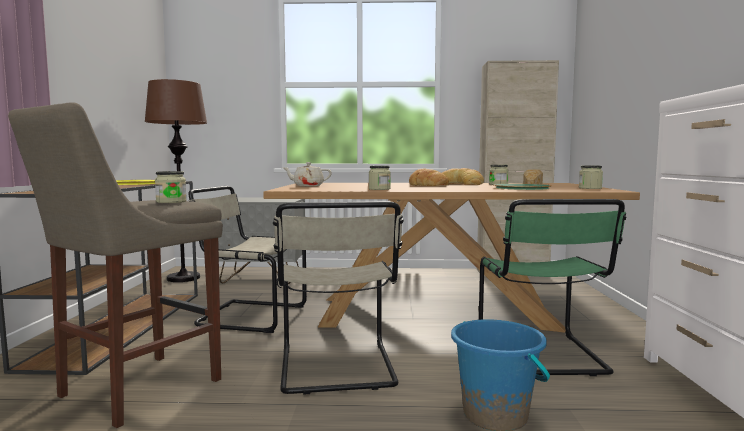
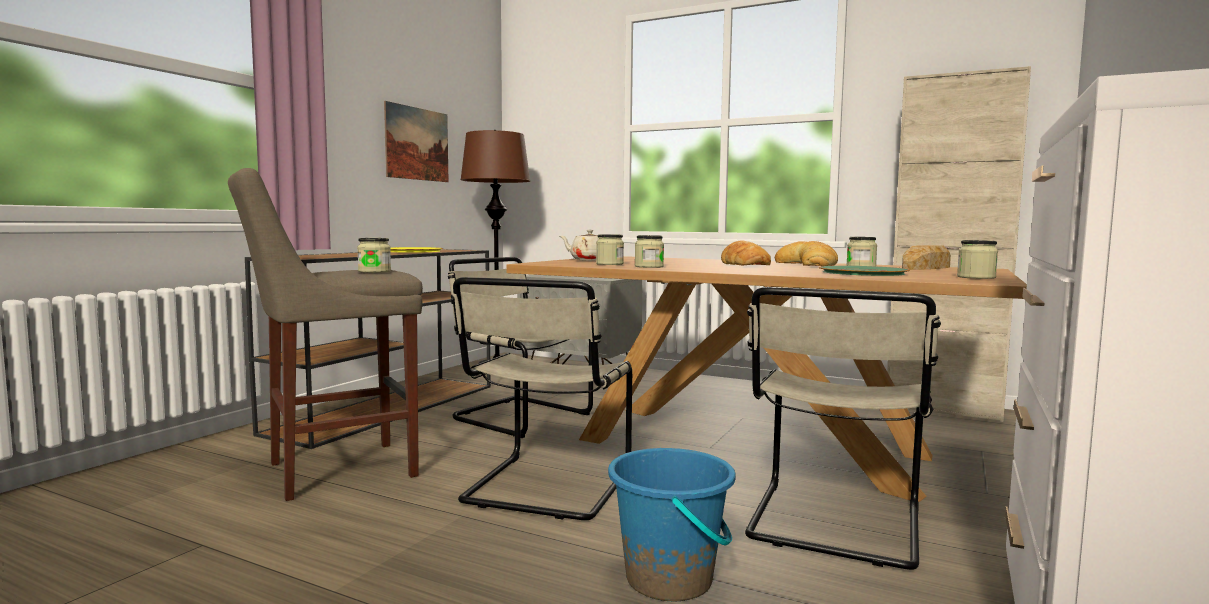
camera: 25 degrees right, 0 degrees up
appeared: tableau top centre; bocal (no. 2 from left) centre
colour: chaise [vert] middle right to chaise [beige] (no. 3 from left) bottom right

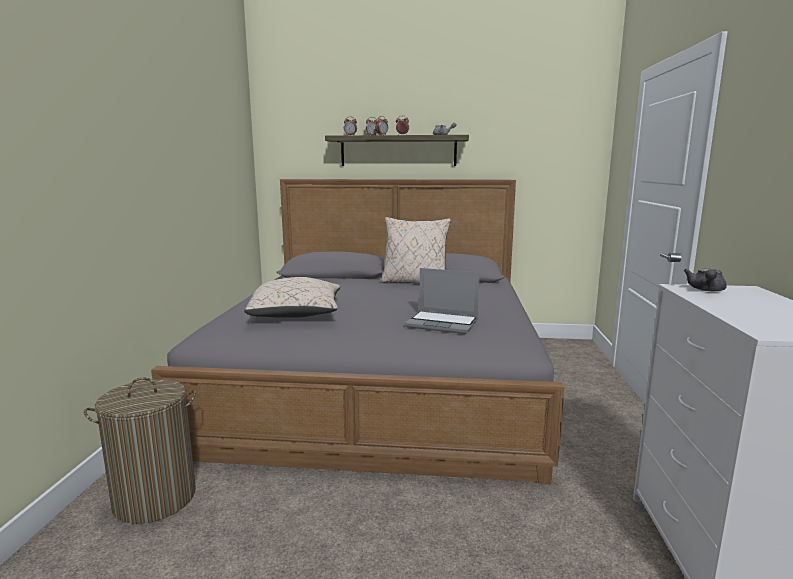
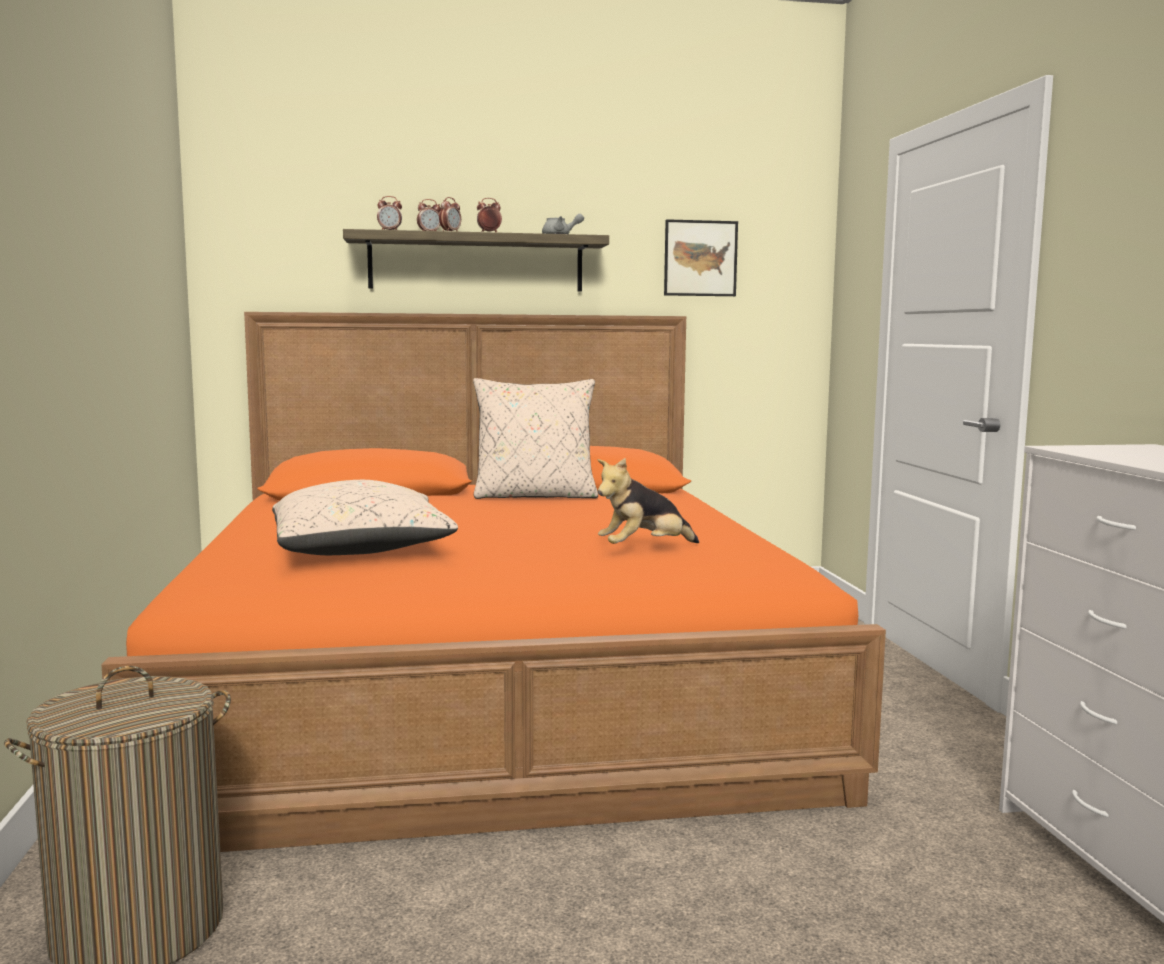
camera: 15 degrees left, 5 degrees down
missing: théière [gris] (no. 2 from left) middle right
appeared: tableau top centre
exchanged: ordinateur portable centre to peluche centre
colour: lit [gris] centre to lit [orange] centre

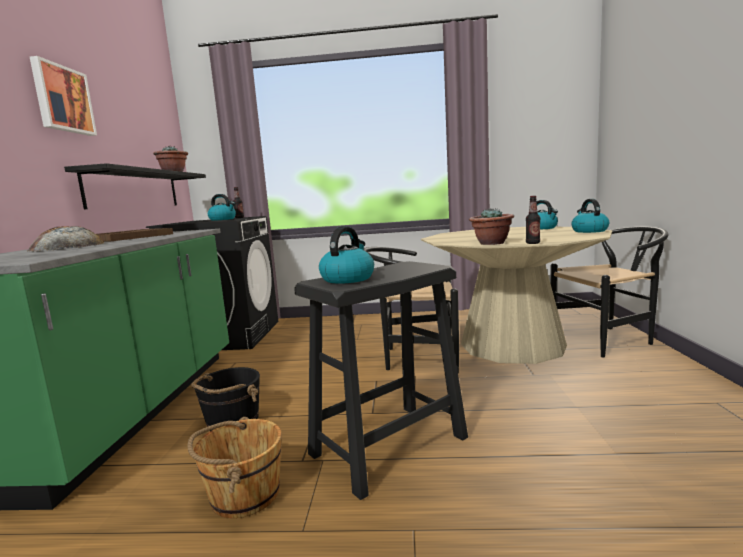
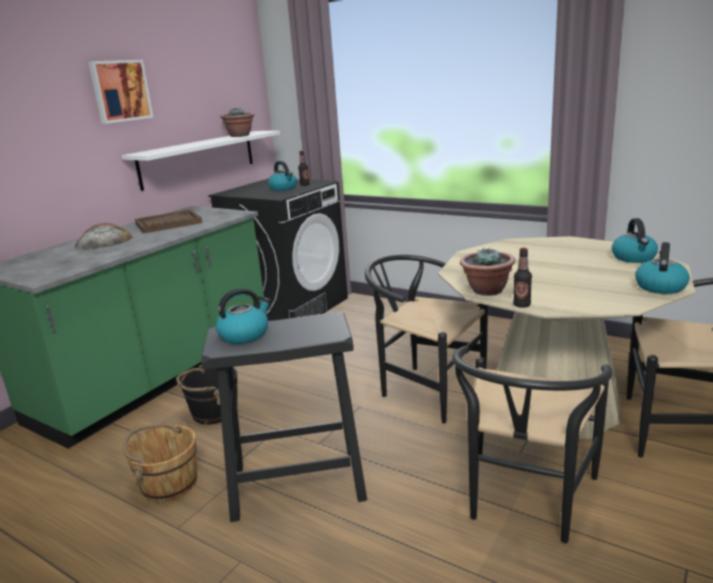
camera: 30 degrees right, 10 degrees up
appeared: chaise [noir] (no. 2 from left) bottom right
colour: étagère [noir] middle left to étagère [blanc] top left

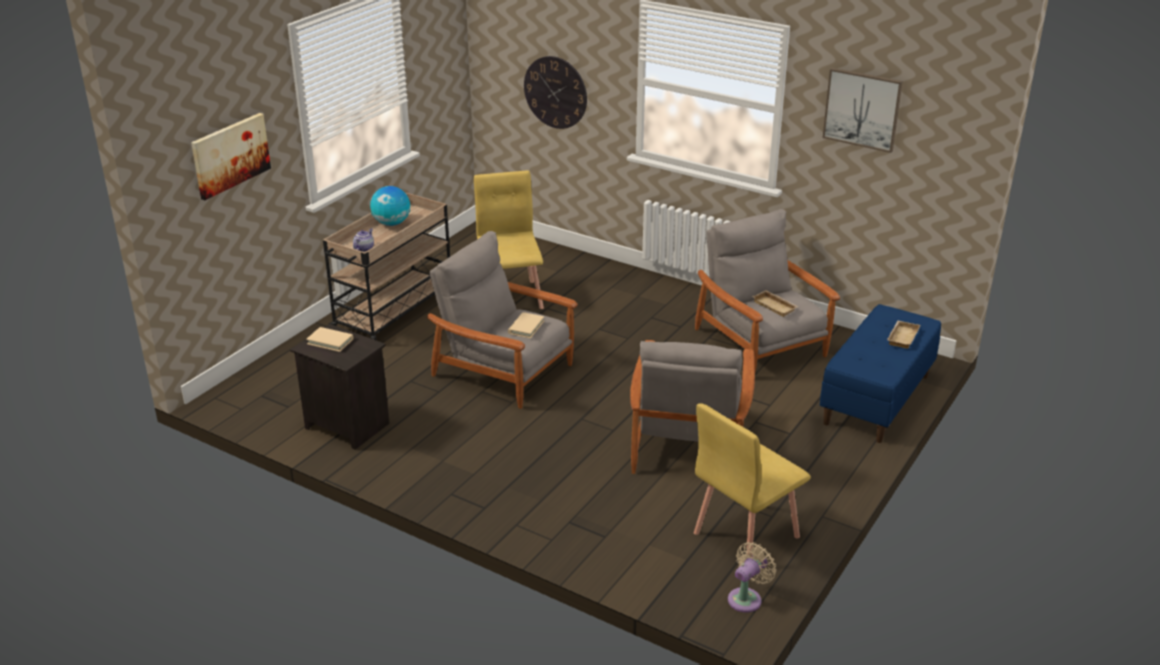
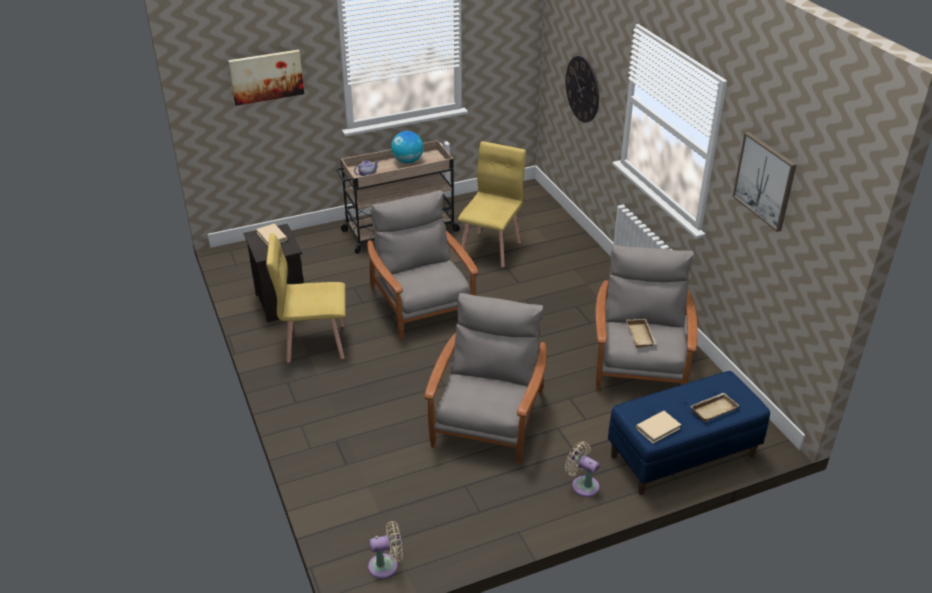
camera: 35 degrees right, 5 degrees up
appeared: ventilateur [beige] (no. 2 from left) bottom centre
relocated: livre [beige] (no. 2 from left) centre to bottom right; chaise [jaune] (no. 2 from left in the first image) bottom centre to chaise [jaune] (no. 1 from left) middle left
spun: fauteuil [gris] (no. 2 from left) centre = centre 150 degrees clockwise

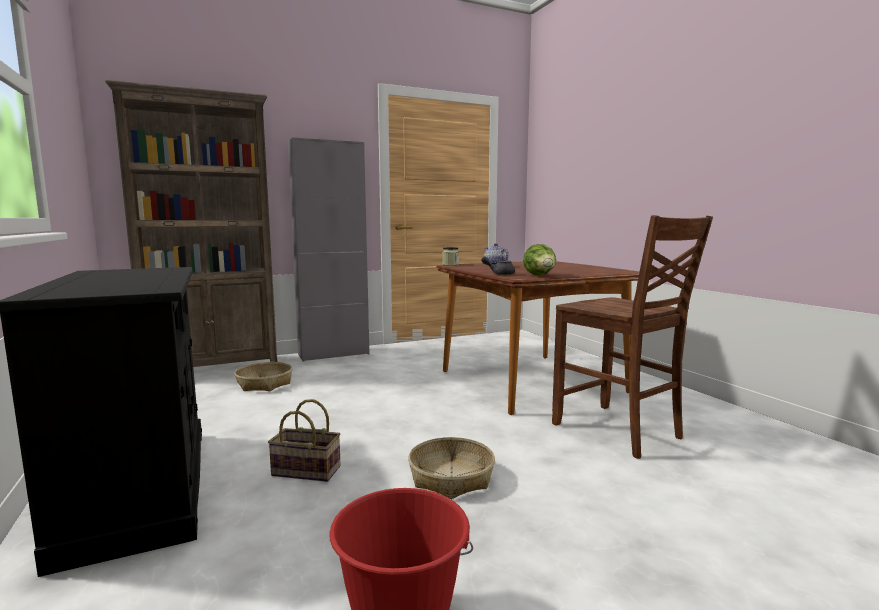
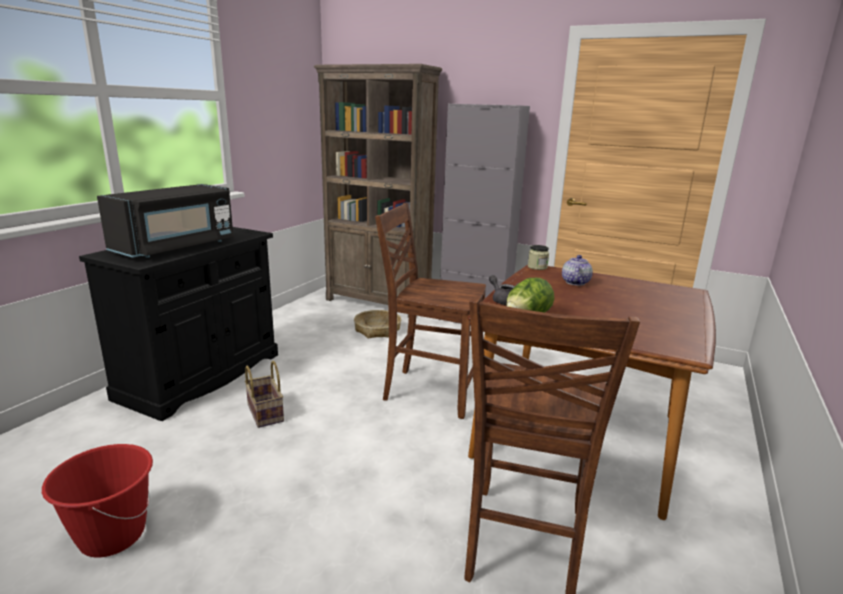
camera: 50 degrees right, 10 degrees up
missing: panier (no. 3 from left) bottom centre
appeared: micro-ondes [noir] middle left; chaise [marron] (no. 1 from left) centre

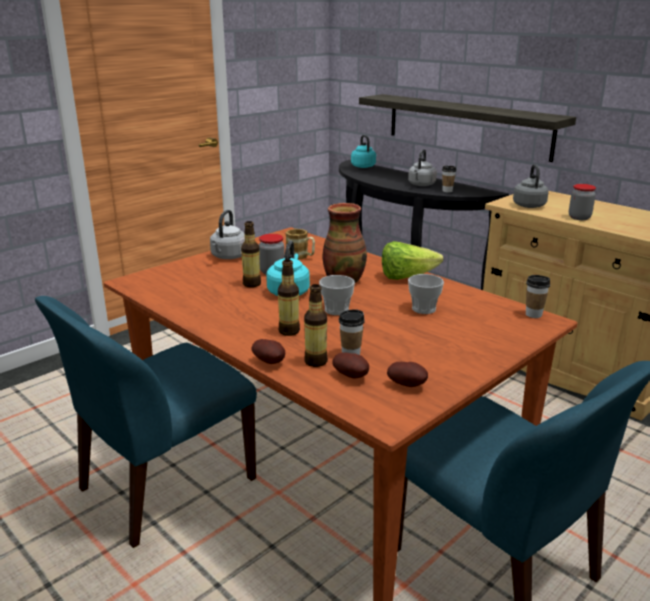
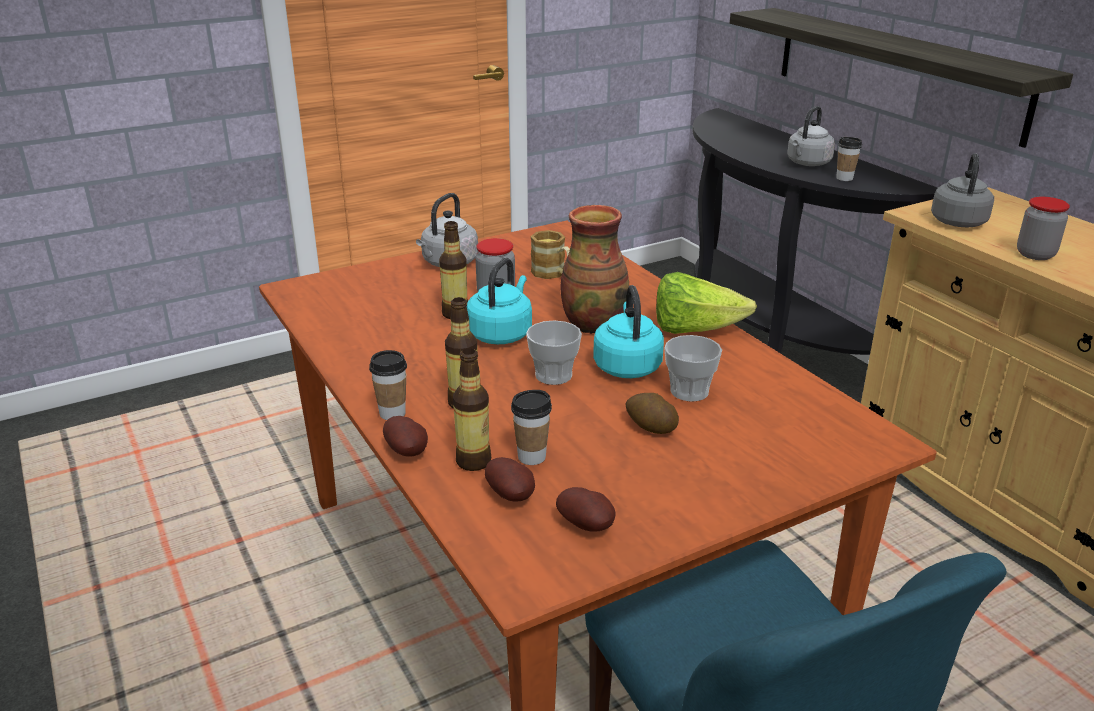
camera: 15 degrees right, 5 degrees up
missing: chaise [bleu] (no. 1 from left) bottom left
appeared: pomme de terre (no. 4 from left) centre
relocated: bouilloire [turquoise] (no. 2 from left) top centre to centre; tasse (no. 5 from left in the first image) middle right to tasse (no. 1 from left) centre

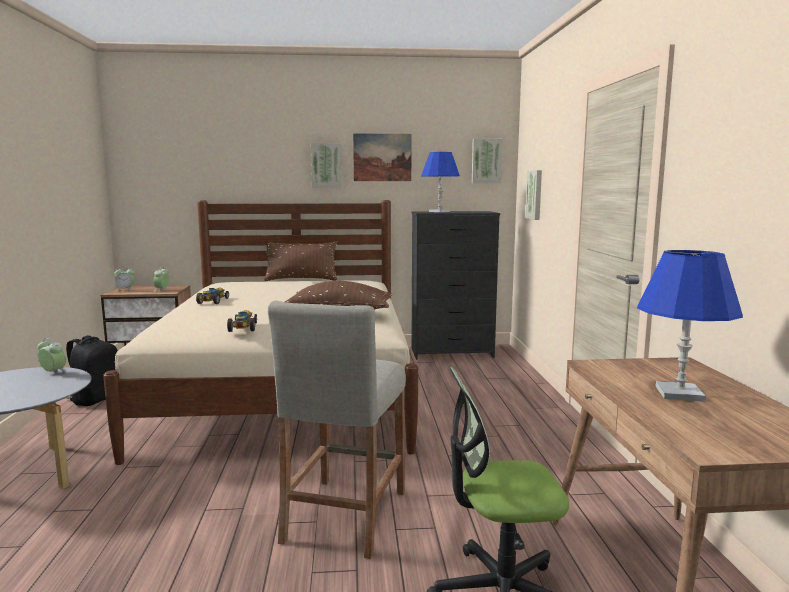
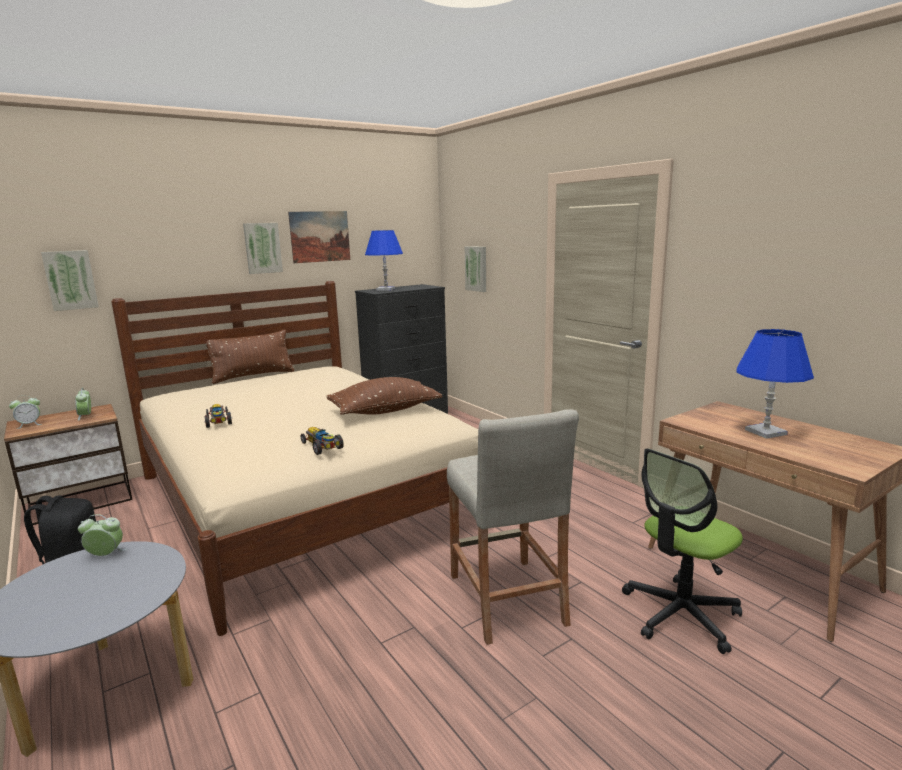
camera: 30 degrees left, 5 degrees up
relocated: tableau (no. 3 from left in the first image) top centre to tableau (no. 1 from left) middle left

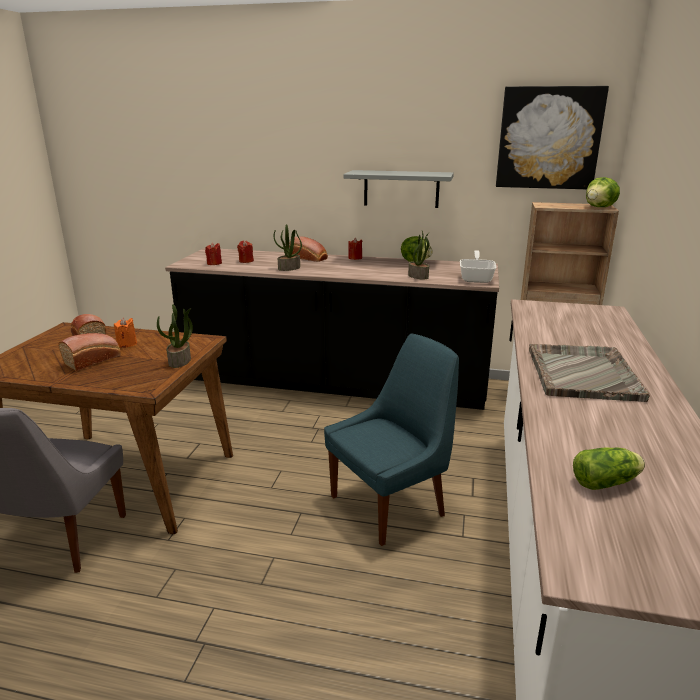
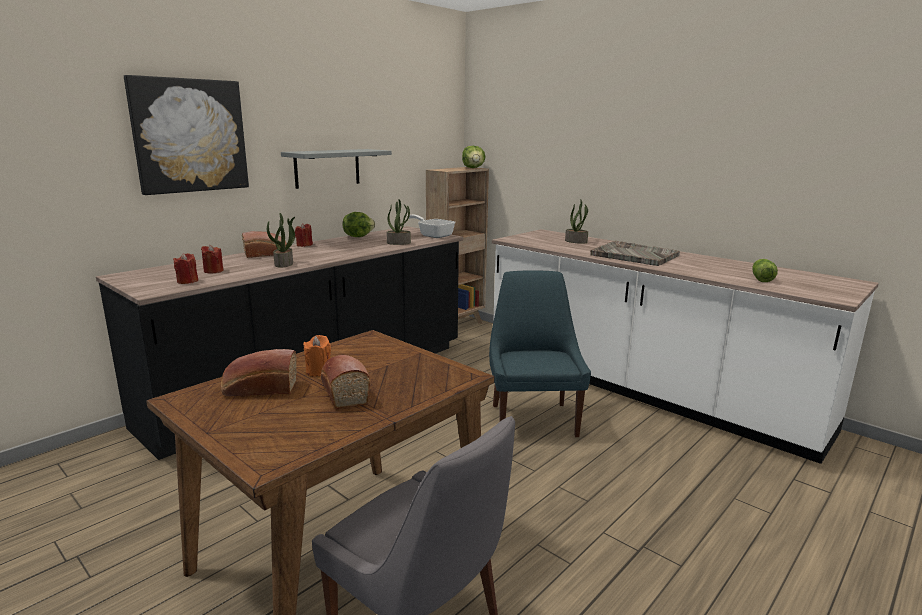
camera: 60 degrees left, 5 degrees down
relocated: plante en pot (no. 1 from left in the first image) middle left to plante en pot (no. 3 from left) centre; tableau top right to top left

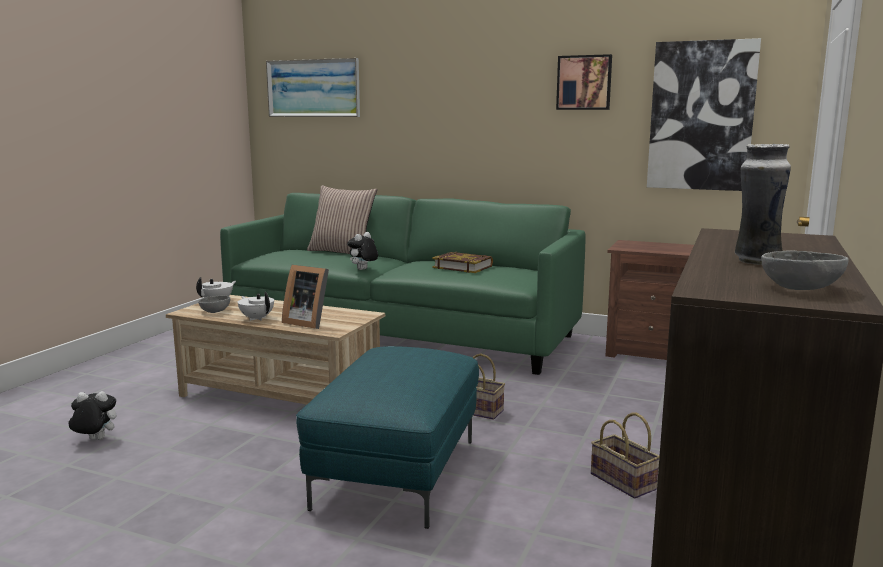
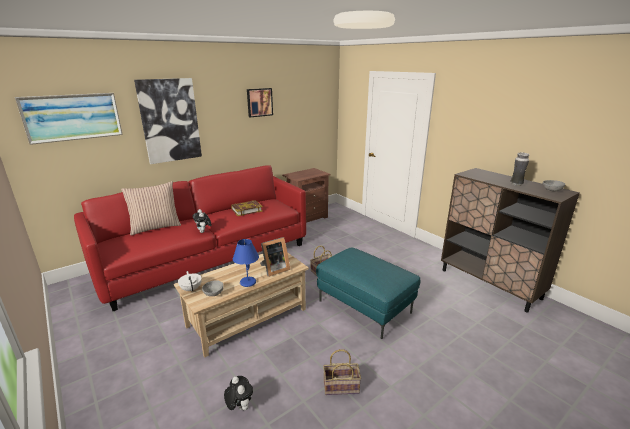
camera: 60 degrees left, 10 degrees up
relocated: panier (no. 2 from left) bottom right to bottom centre; tableau (no. 3 from left in the first image) top right to tableau (no. 2 from left) top left
exchanged: théière [blanc] (no. 2 from left) middle left to lampe de table [bleu] centre
colour: canapé [vert] centre to canapé [rouge] middle left
spun: peluche (no. 1 from left in the first image) bottom left = bottom centre 120 degrees clockwise

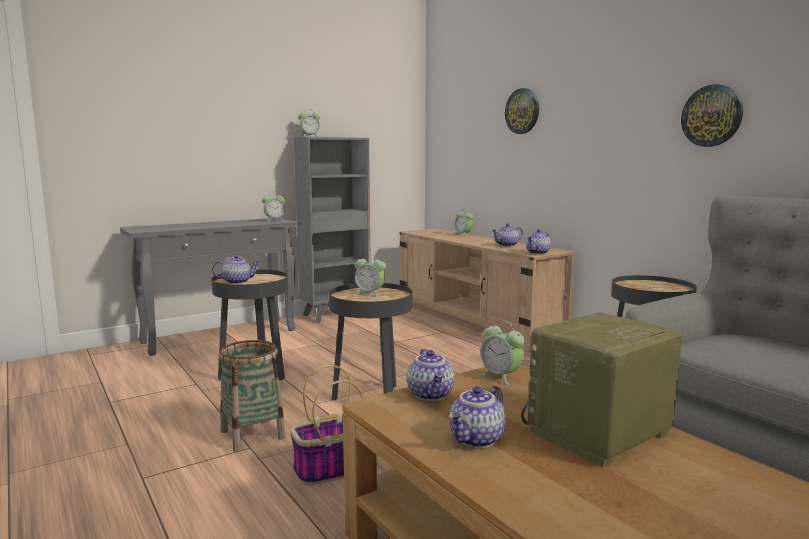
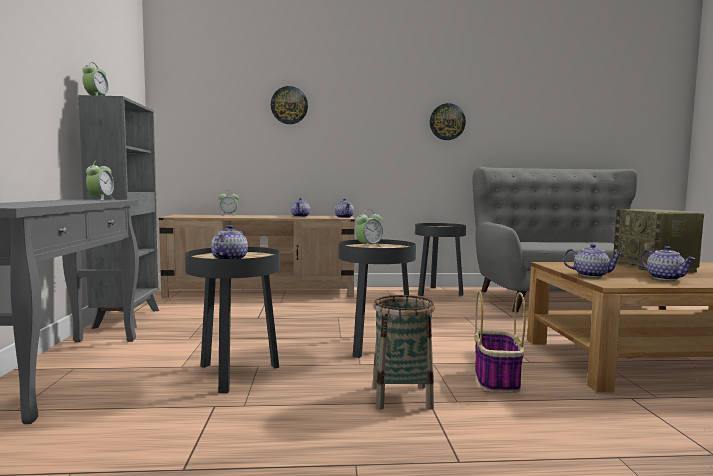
camera: 60 degrees left, 5 degrees down
missing: réveil (no. 5 from left) centre

